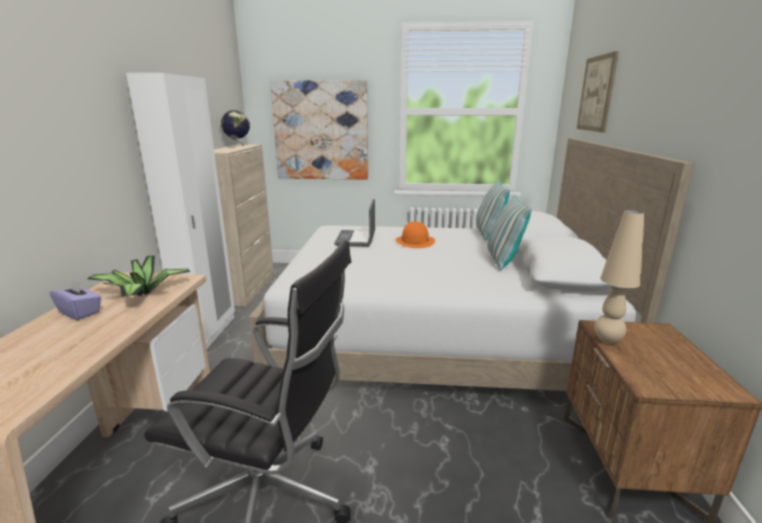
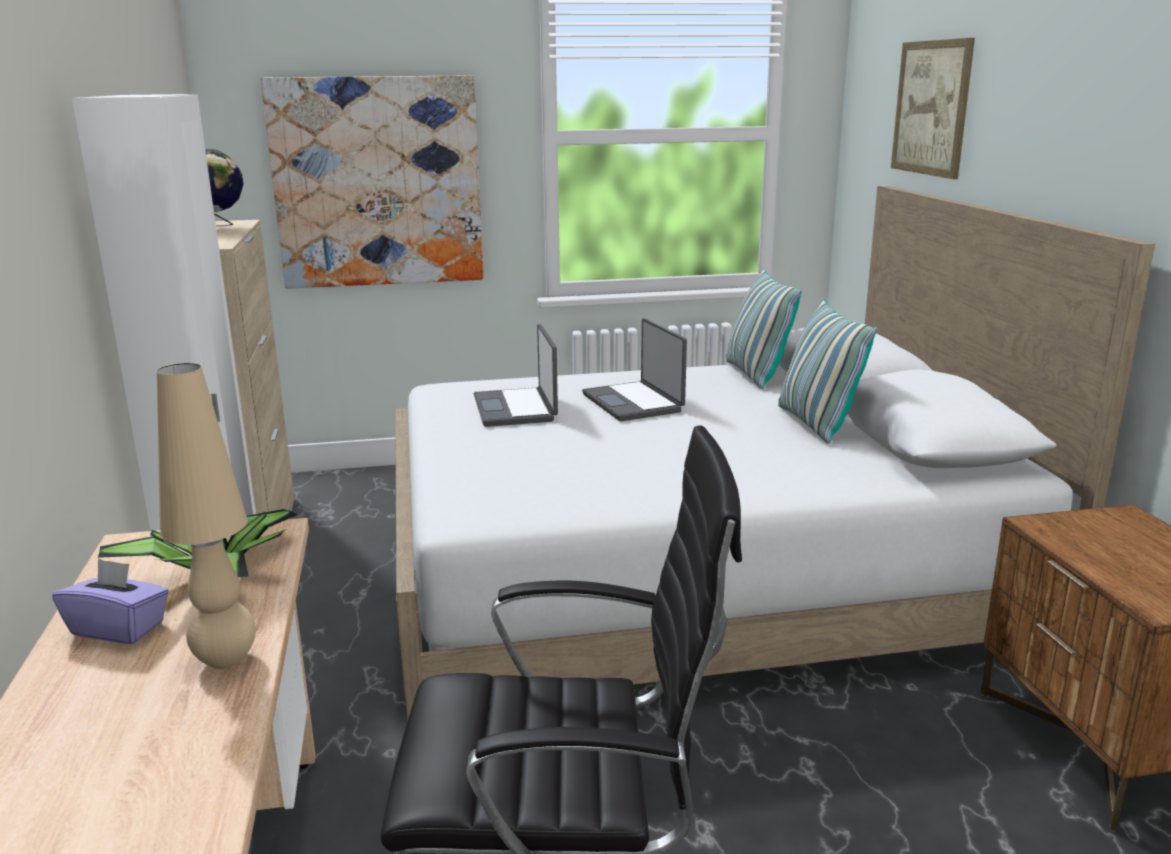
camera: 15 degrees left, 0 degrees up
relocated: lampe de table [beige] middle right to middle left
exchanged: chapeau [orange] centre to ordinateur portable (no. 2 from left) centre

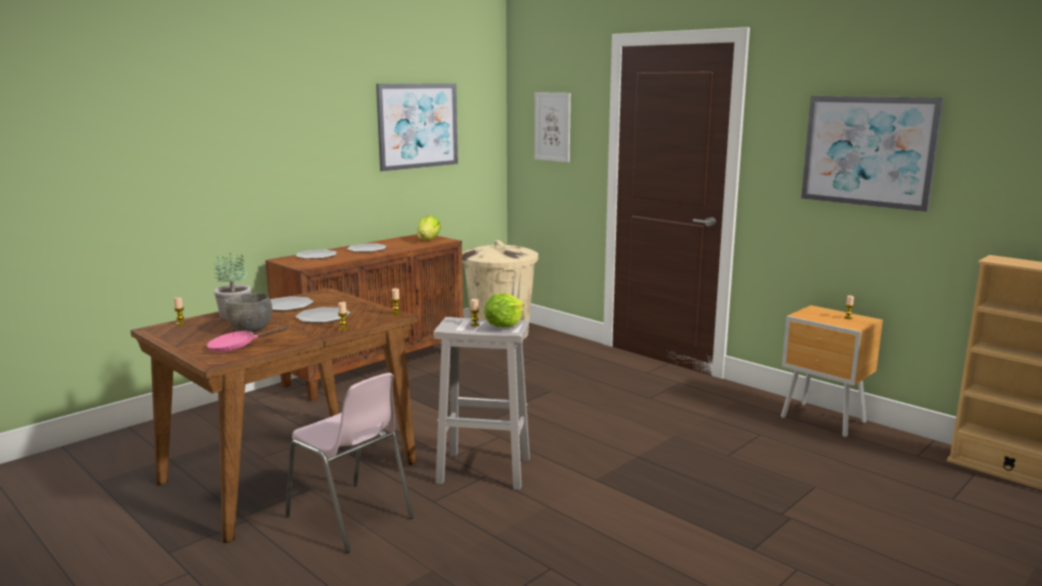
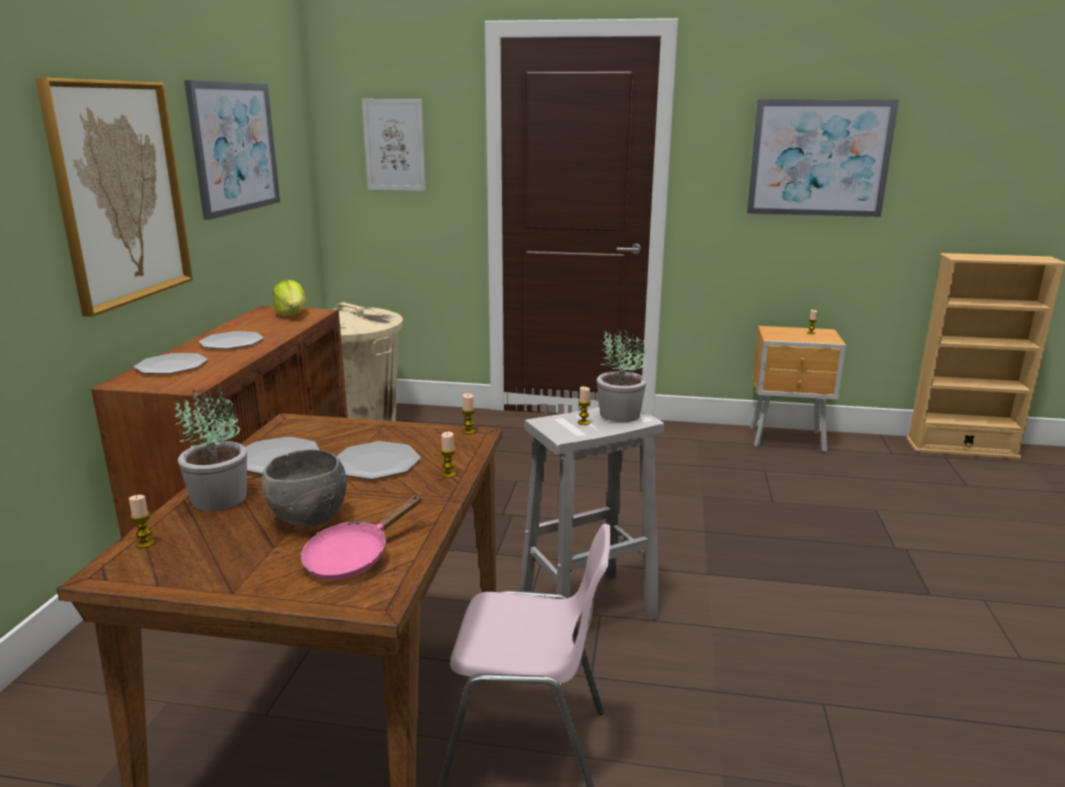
camera: 35 degrees left, 5 degrees up
appeared: tableau (no. 1 from left) top left
exchanged: laitue (no. 2 from left) centre to plante en pot (no. 2 from left) centre

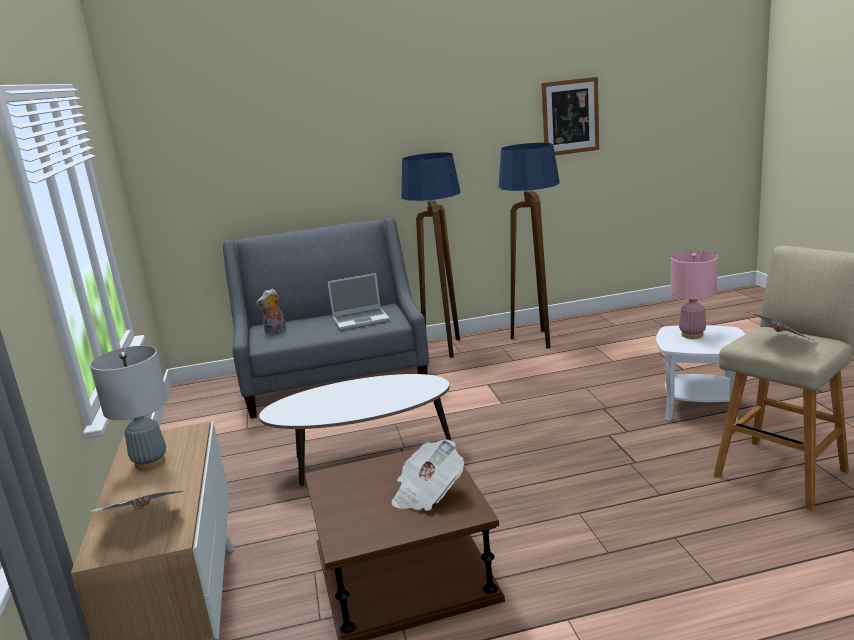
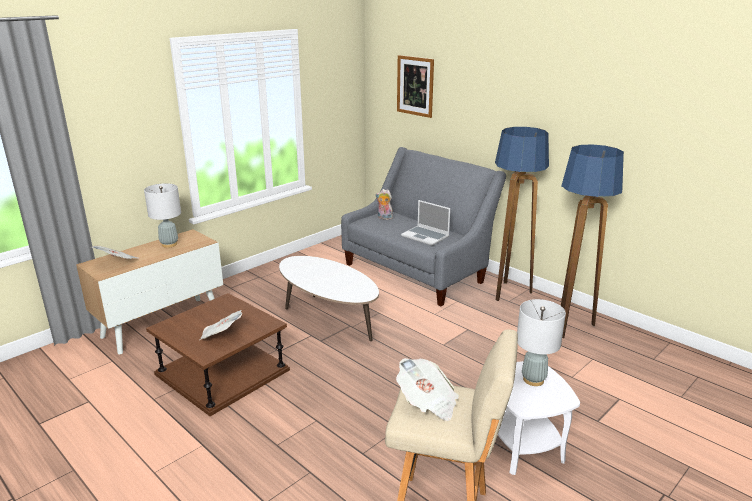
camera: 55 degrees right, 5 degrees up
relocated: tableau top right to top centre
colour: lampe de table [rose] middle right to lampe de table [gris] (no. 2 from left) bottom right

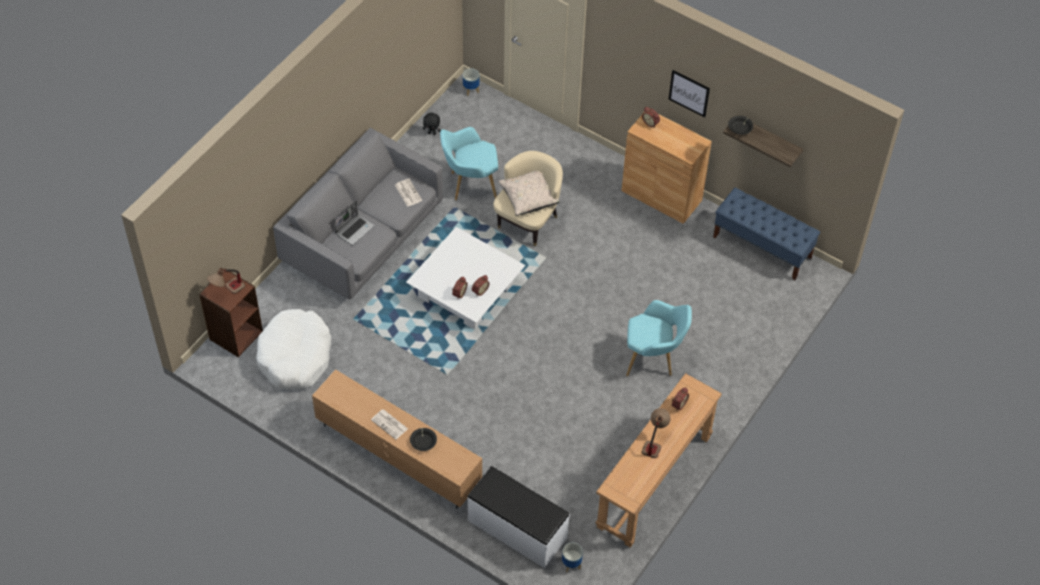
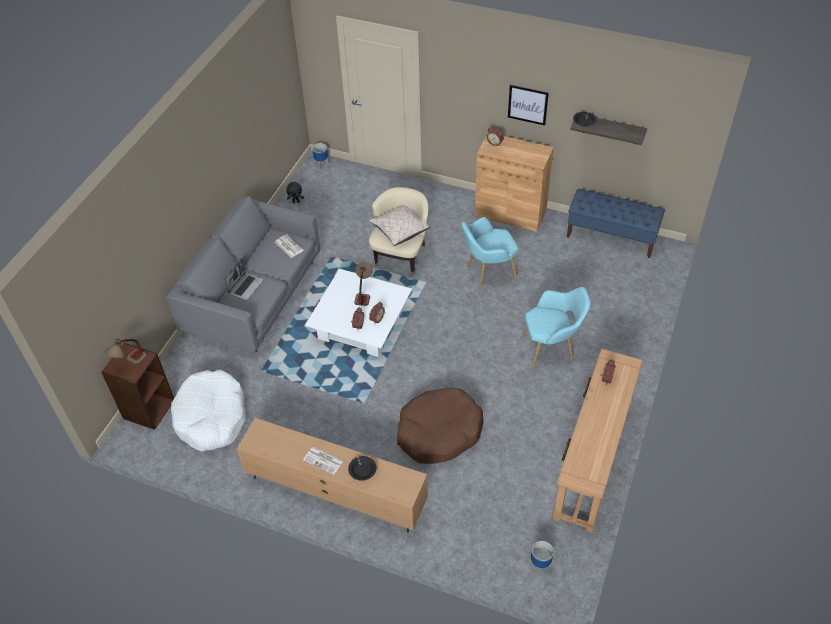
camera: 10 degrees left, 5 degrees down
missing: banc [blanc] bottom centre
appeared: panier pour chien [marron] bottom centre
relocated: fauteuil [turquoise] (no. 1 from left) top centre to centre; lampe de table (no. 2 from left) bottom centre to centre

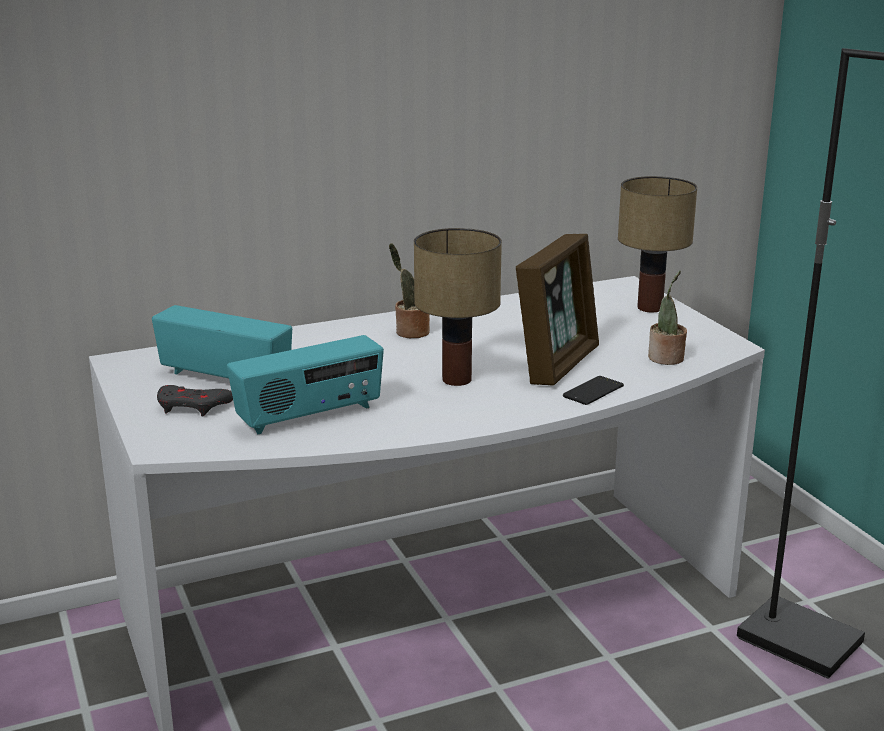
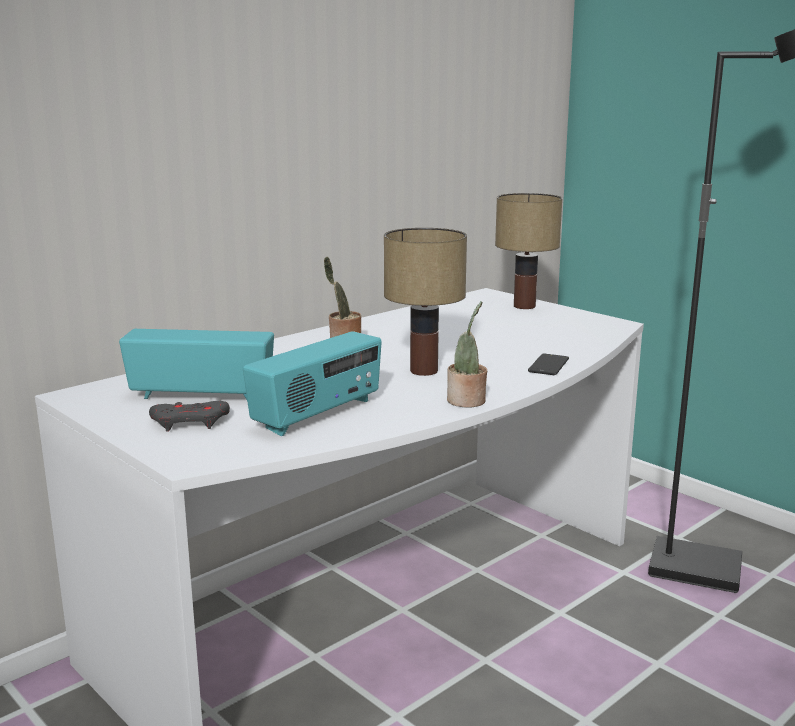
camera: 20 degrees left, 5 degrees down
missing: cadre photo centre
relocated: plante en pot (no. 2 from left) middle right to centre

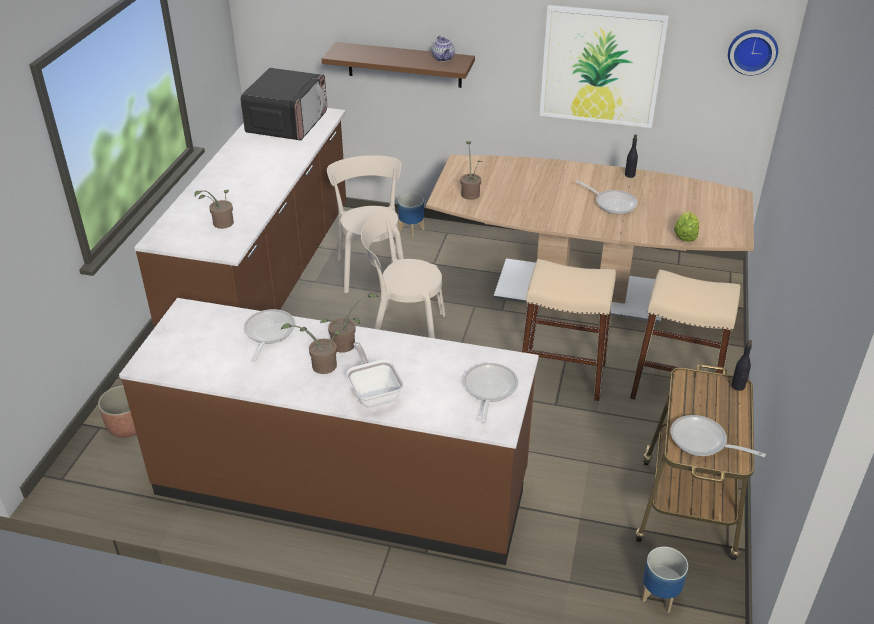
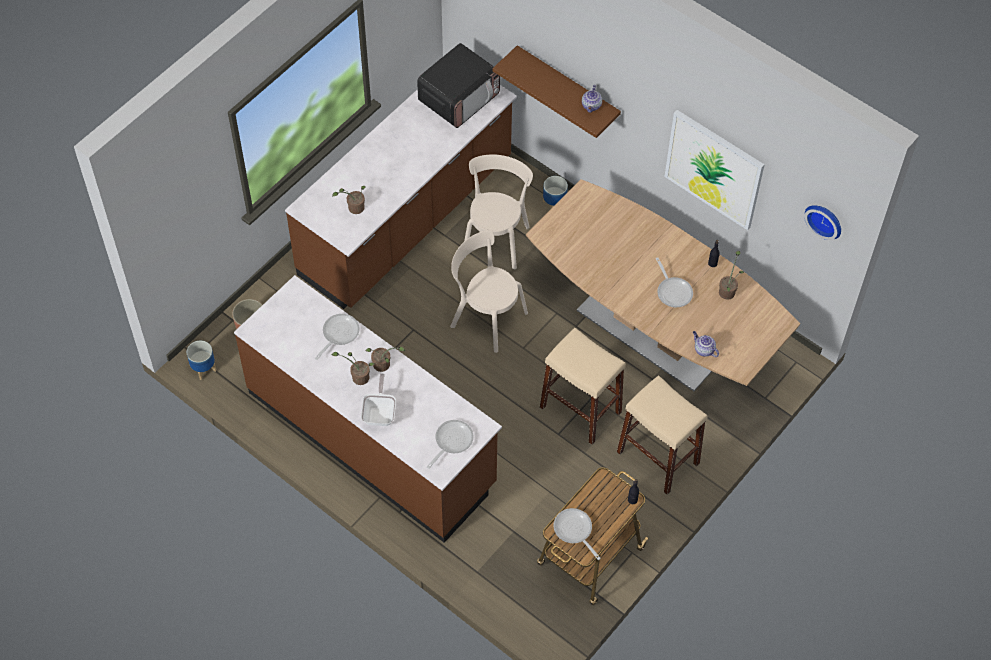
camera: 25 degrees right, 20 degrees up
relocated: plante en pot (no. 4 from left) top centre to middle right; cache-pot (no. 3 from left in the first image) bottom right to cache-pot (no. 1 from left) middle left
exchanged: laitue middle right to théière (no. 2 from left) middle right

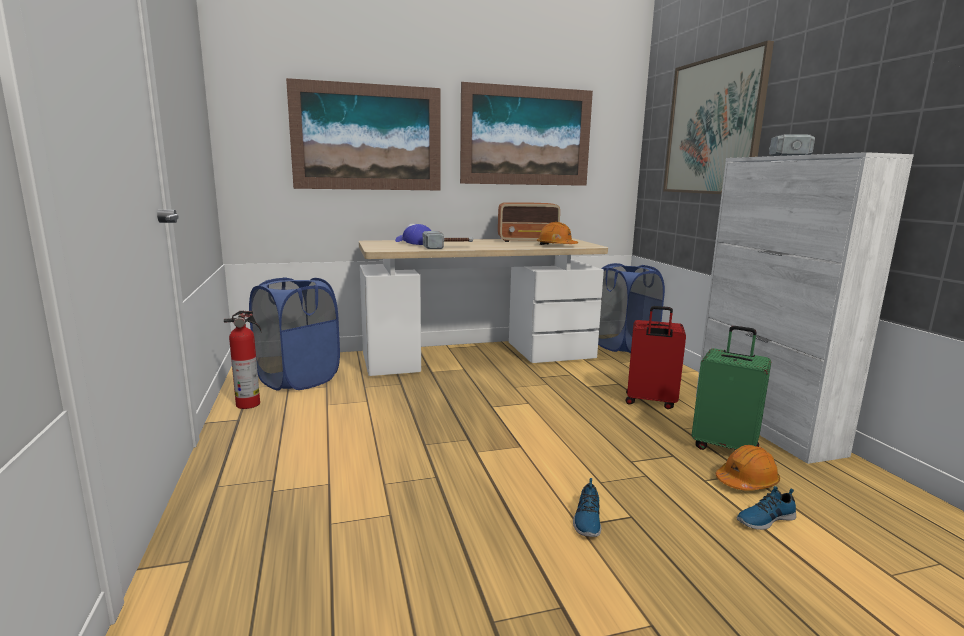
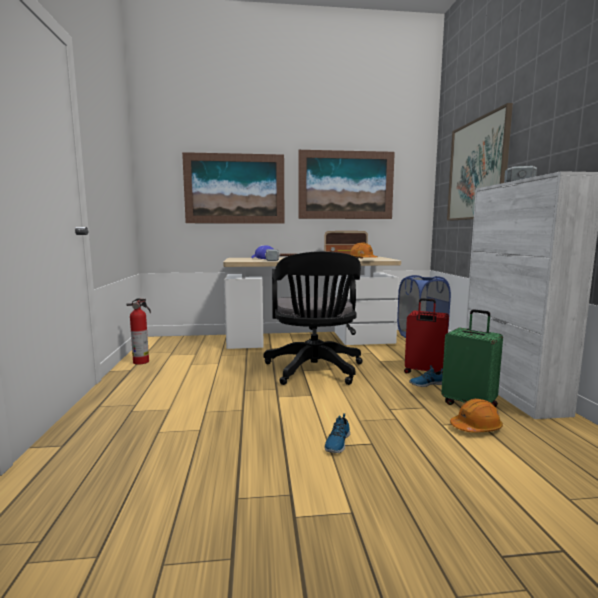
camera: 10 degrees right, 5 degrees down
missing: panier à linge [bleu] (no. 1 from left) middle left
appeared: chaise de bureau [noir] centre
relocated: chaussure (no. 2 from left) bottom right to middle right

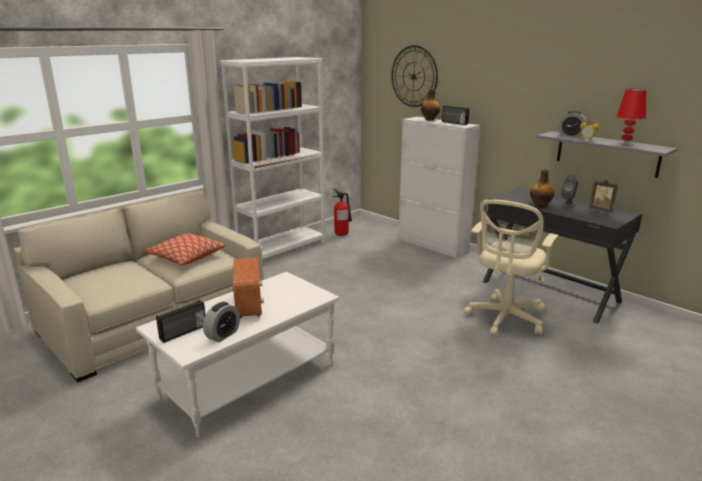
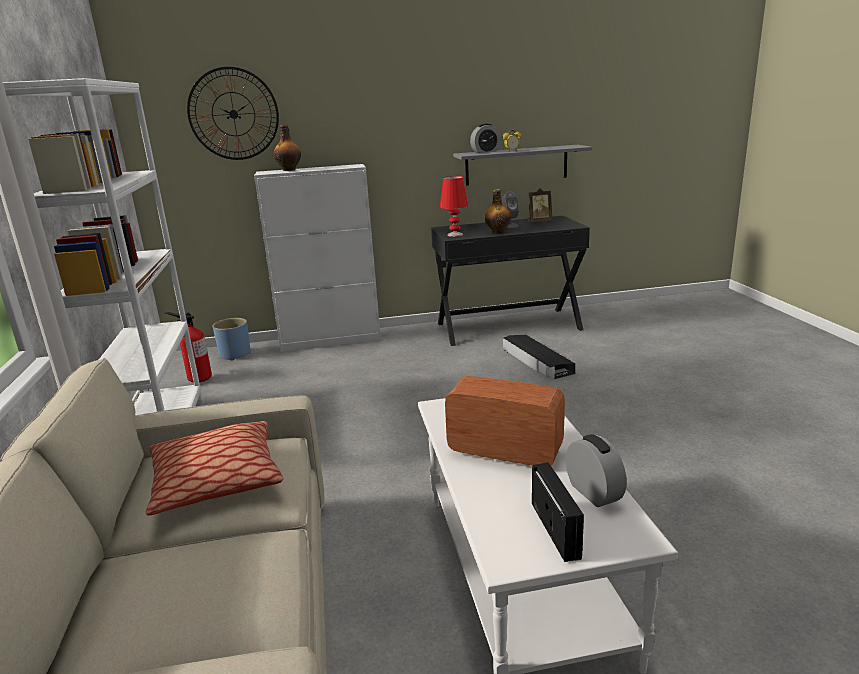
camera: 55 degrees left, 0 degrees up
missing: radio (no. 3 from left) top centre
appeared: cache-pot [bleu] middle left
relocated: lampe de table [rouge] top right to top centre
exchanged: chaise de bureau [beige] middle right to boîte de rangement [noir] centre

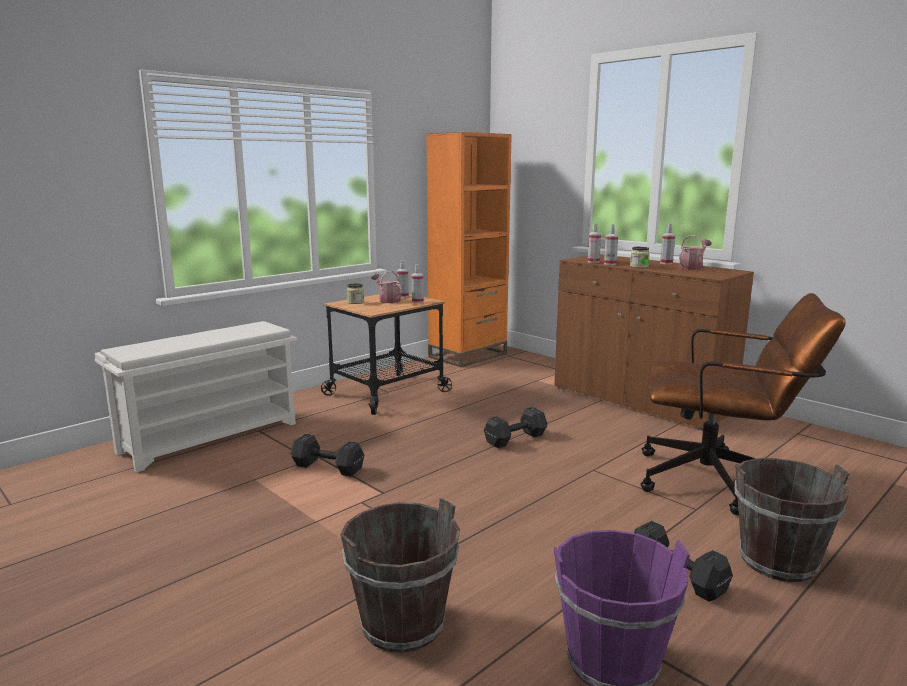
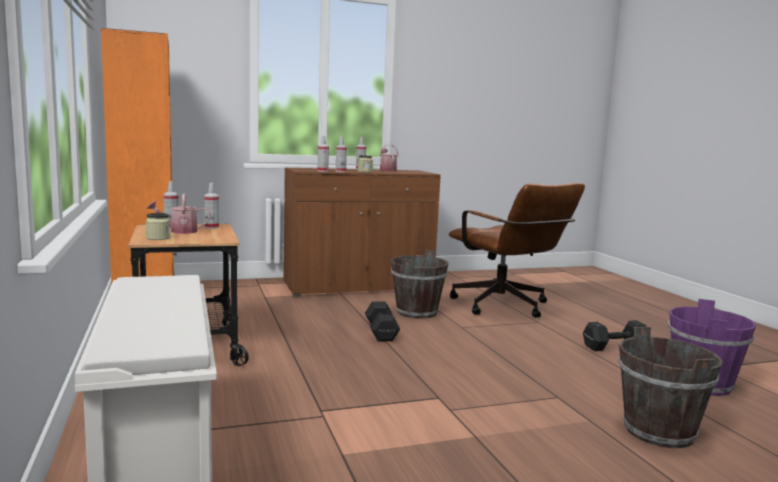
camera: 65 degrees left, 5 degrees down
missing: haltère [noir] (no. 1 from left) centre
relocated: seau [marron] (no. 2 from left in the first image) bottom right to seau [marron] (no. 1 from left) centre
spun: chaise de bureau [marron] middle right = centre 105 degrees clockwise

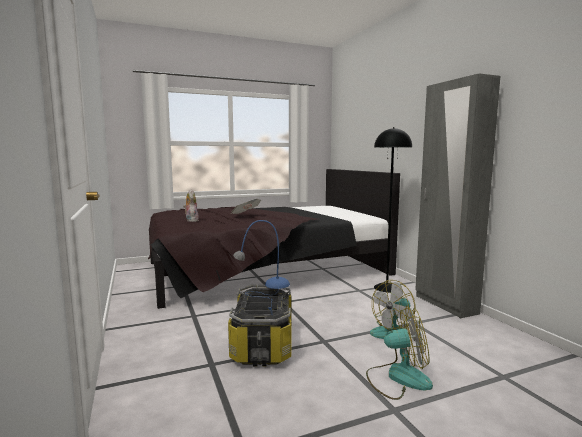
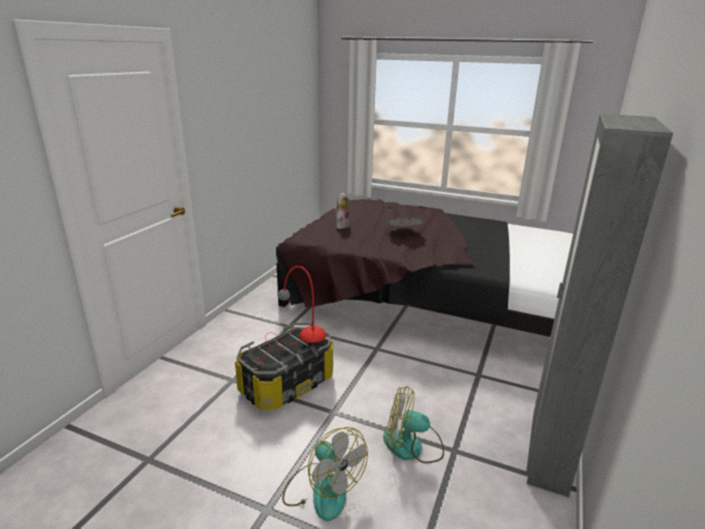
camera: 45 degrees right, 15 degrees up
missing: lampadaire [noir] middle right
colour: lampe de table [bleu] centre to lampe de table [rouge] centre

